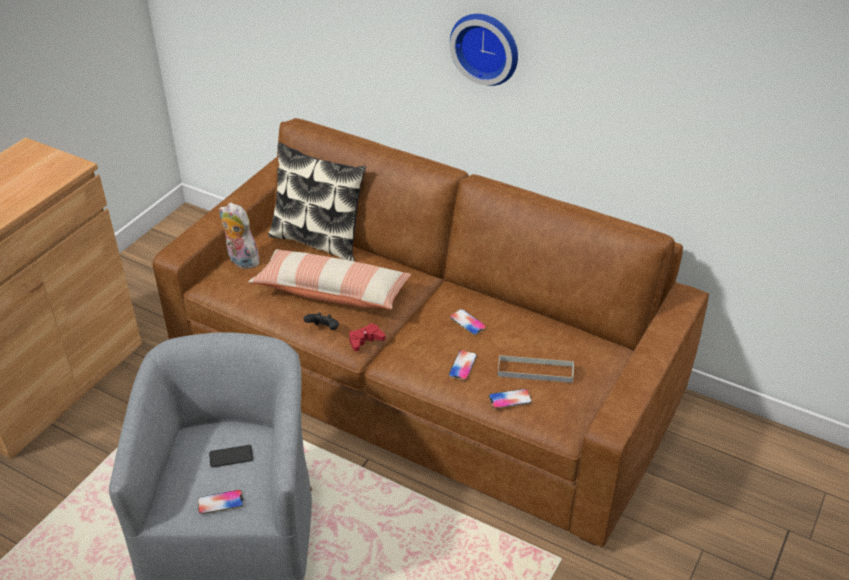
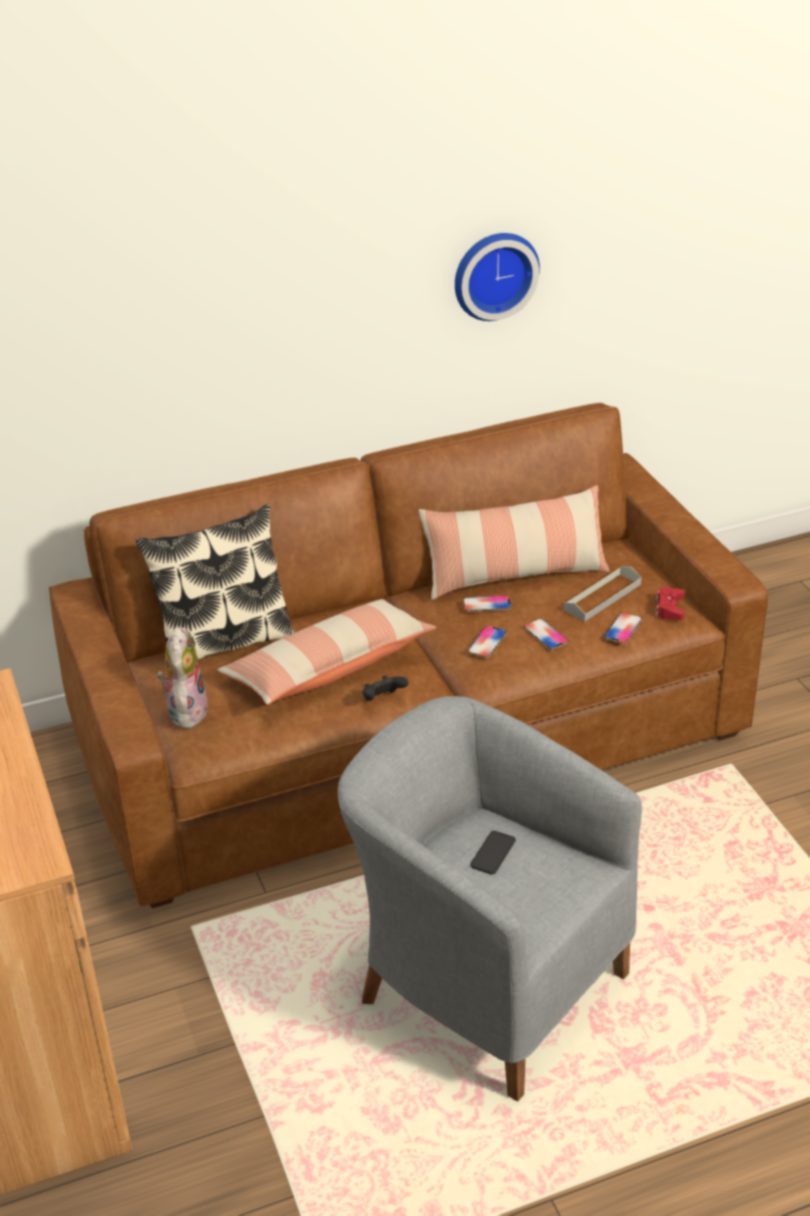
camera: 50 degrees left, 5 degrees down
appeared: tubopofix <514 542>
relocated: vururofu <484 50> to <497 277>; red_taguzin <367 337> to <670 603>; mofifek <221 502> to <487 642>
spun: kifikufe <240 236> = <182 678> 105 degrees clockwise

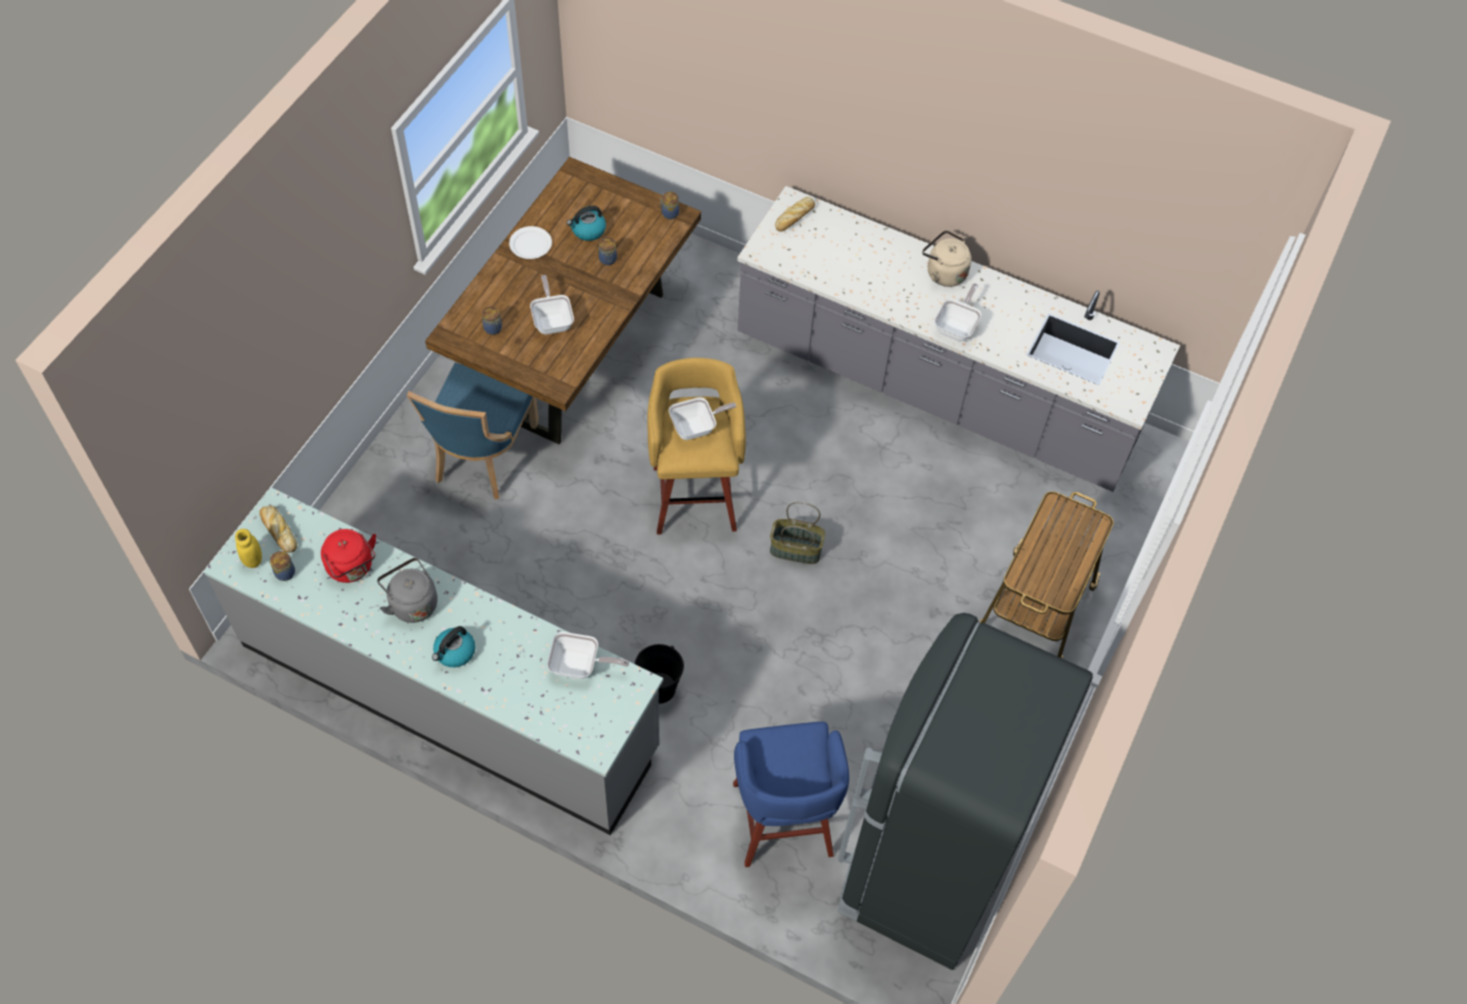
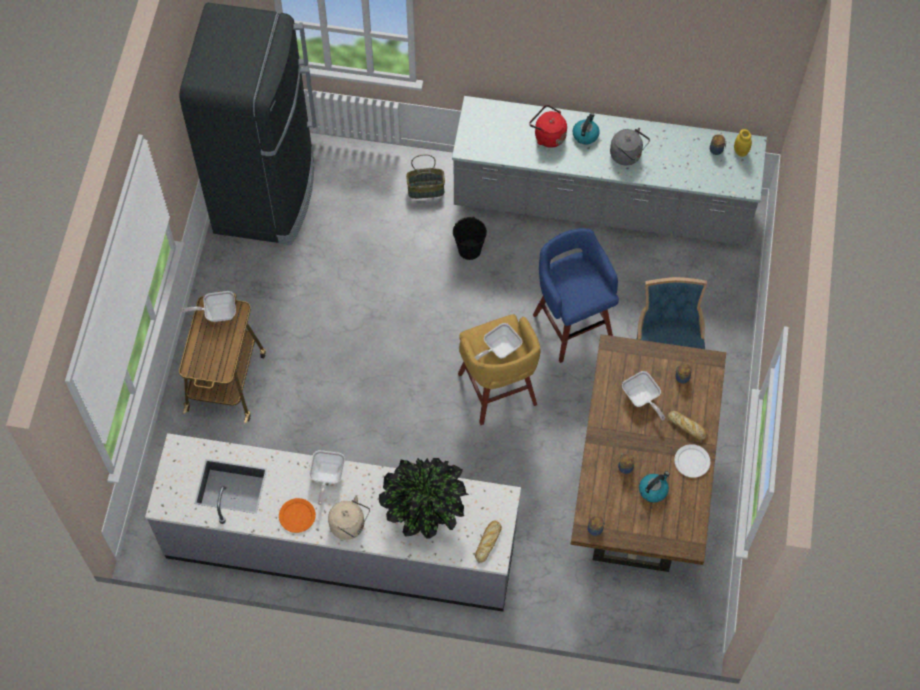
camera: 165 degrees right, 5 degrees up
appeared: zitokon <424 498>; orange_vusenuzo <297 515>
relocated: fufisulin <797 533> to <425 176>; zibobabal <278 529> to <687 425>; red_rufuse <348 556> to <548 126>; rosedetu <588 655> to <208 306>; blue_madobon <791 794> to <576 295>

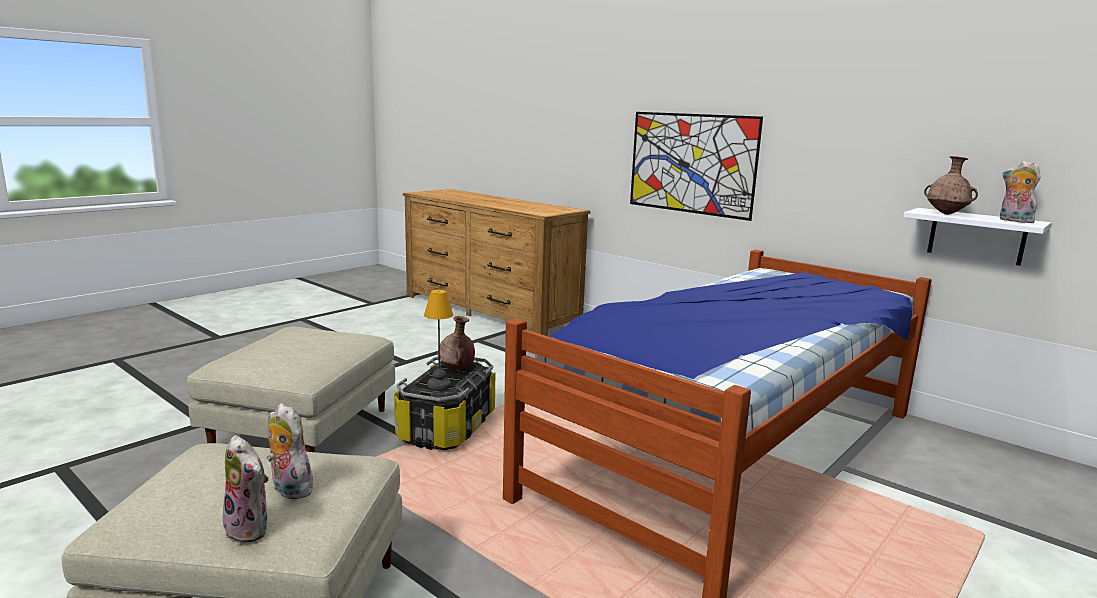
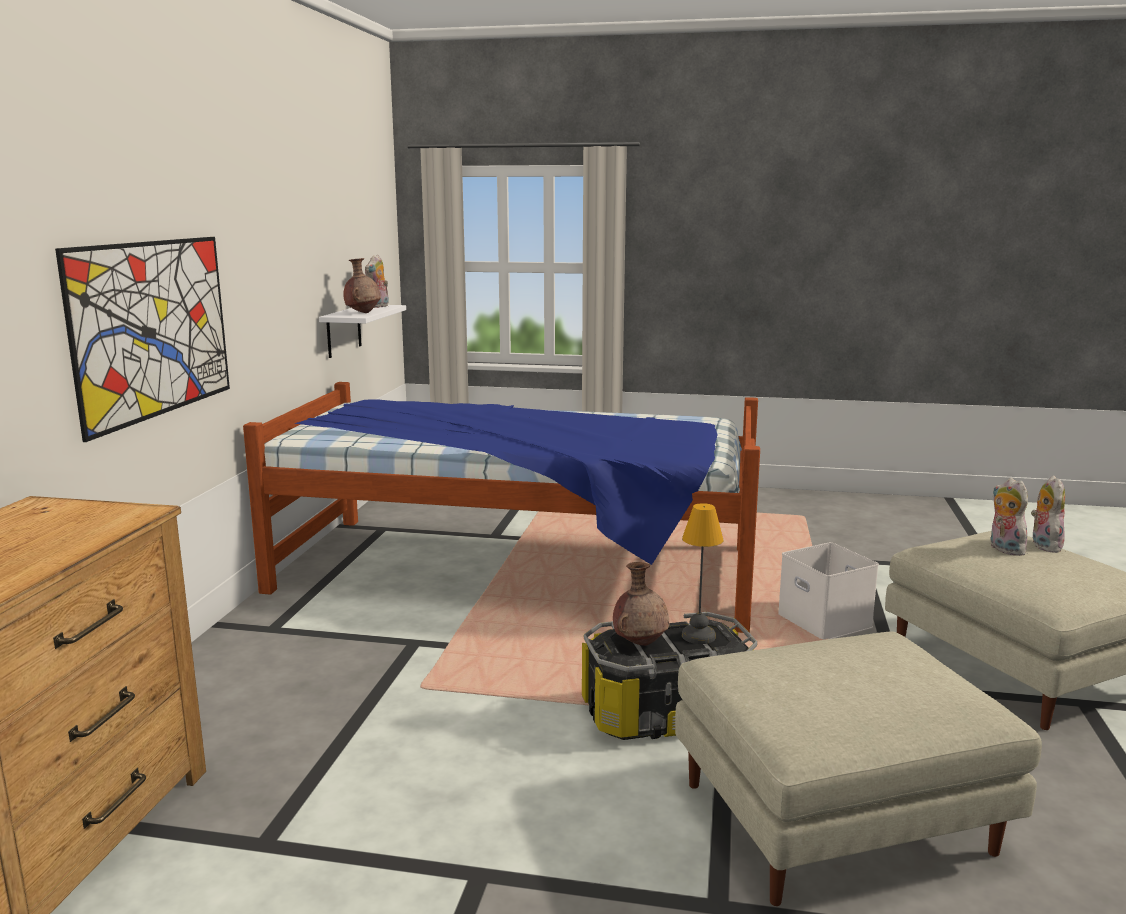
camera: 120 degrees left, 0 degrees up
appeared: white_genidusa <828 590>
spun: kifikufe <290 451> = <1009 517> 150 degrees clockwise

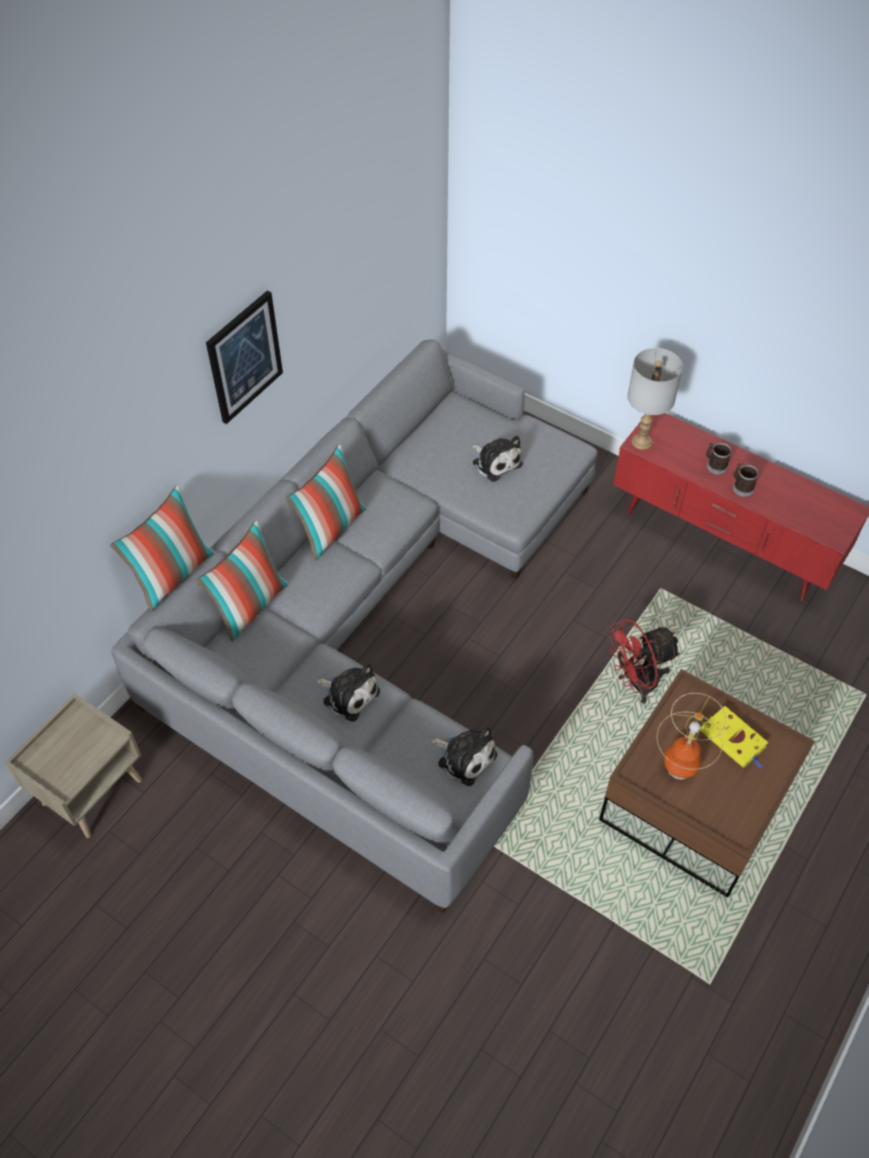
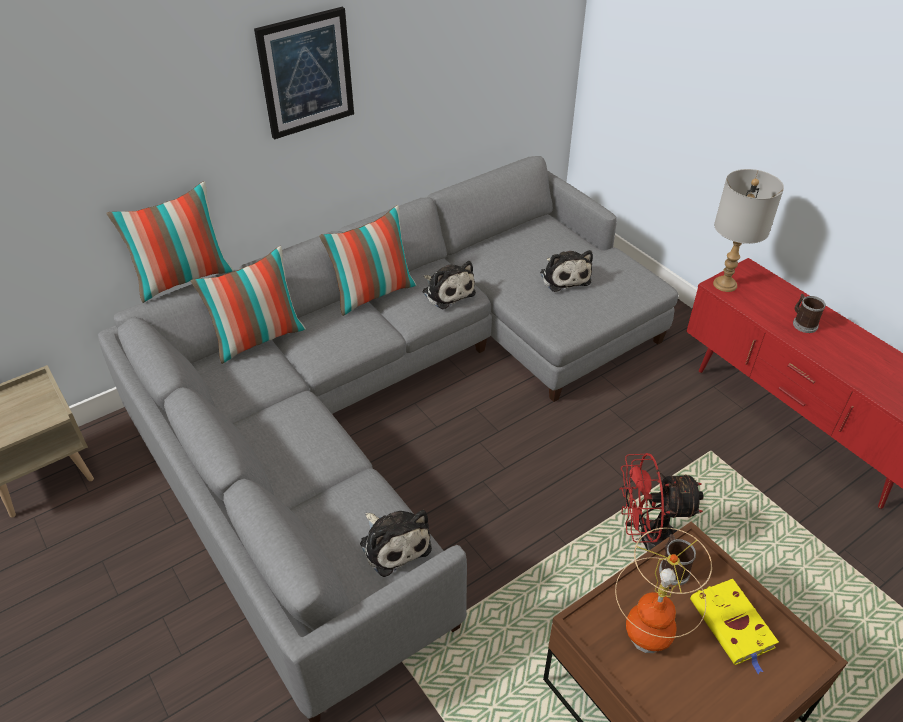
camera: 20 degrees right, 10 degrees down
relocated: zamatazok <746 480> to <677 560>; kifikufe <348 692> to <449 285>

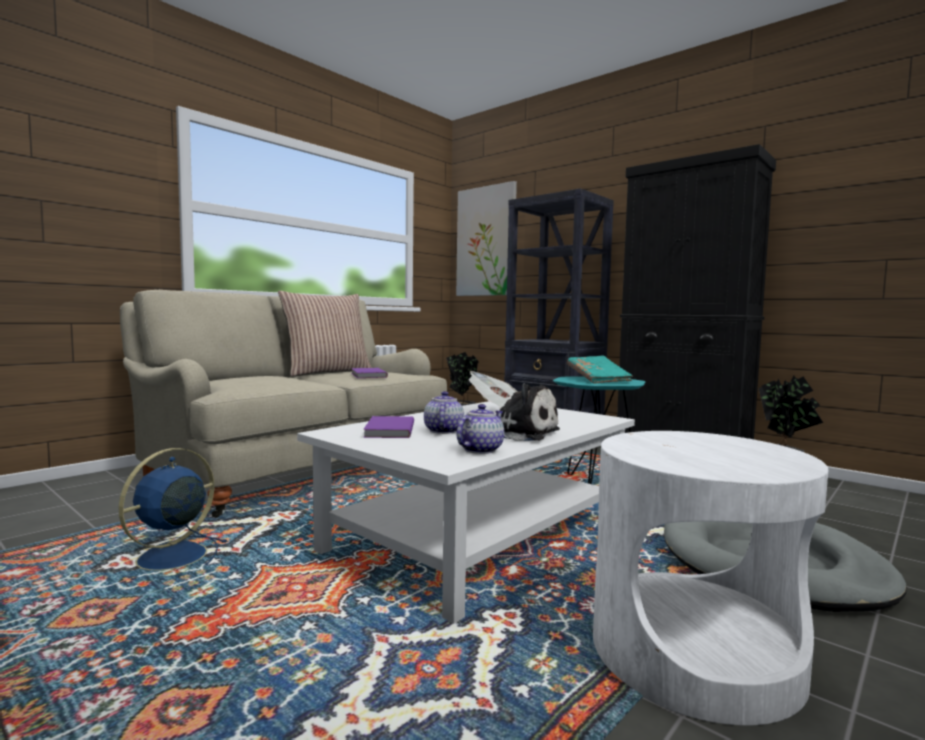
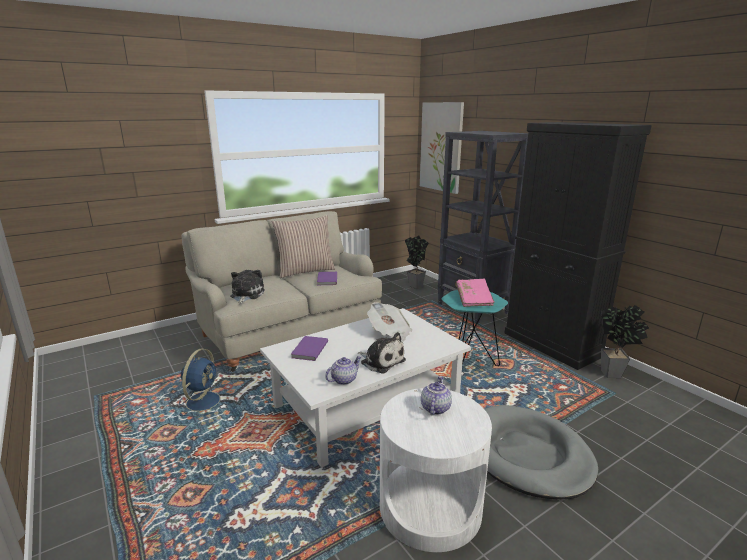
camera: 15 degrees right, 15 degrees up
appeared: kifikufe <247 287>
relocated: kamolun <444 412> to <436 395>
colour: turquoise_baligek <600 369> to pink_baligek <475 292>
spun: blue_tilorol <173 514> = <199 383> 150 degrees clockwise

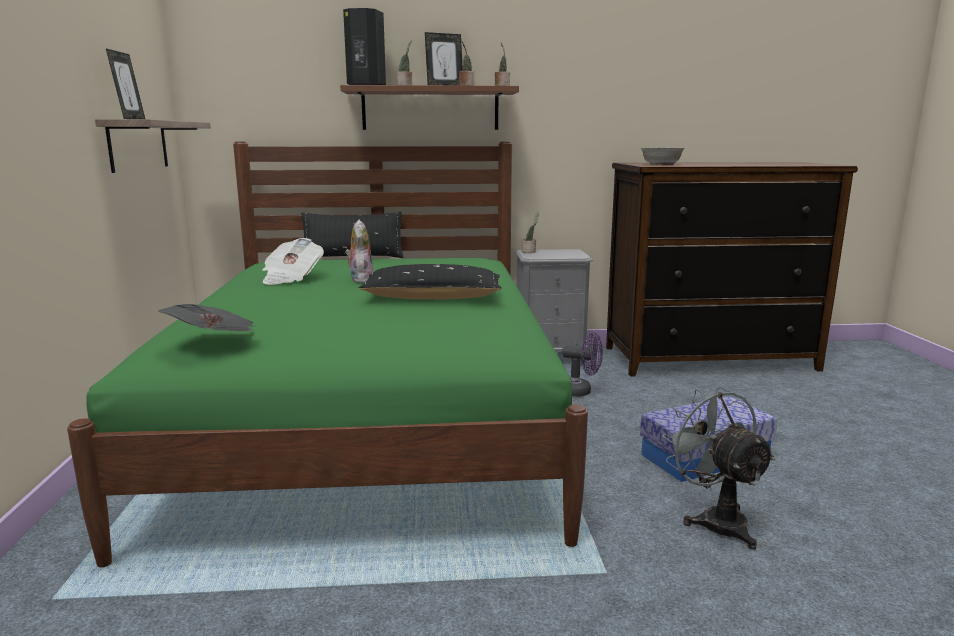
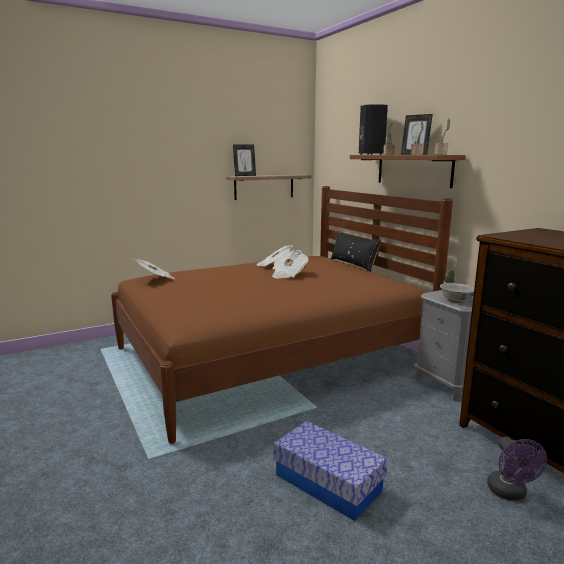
camera: 65 degrees right, 0 degrees up
missing: black_tubopofix <430 281>; grey_tilorol <719 468>
relocated: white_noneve <662 156> to <457 293>; purple_tilorol <582 365> to <517 469>
exchanged: kifikufe <359 251> to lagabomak <290 264>
colour: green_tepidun <327 354> to brown_tepidun <282 315>

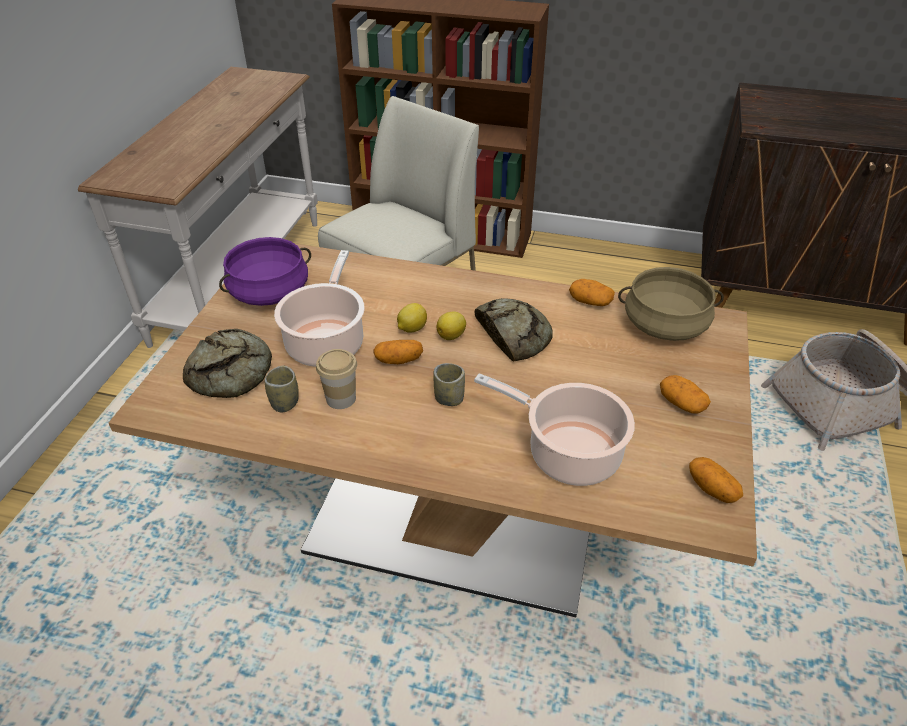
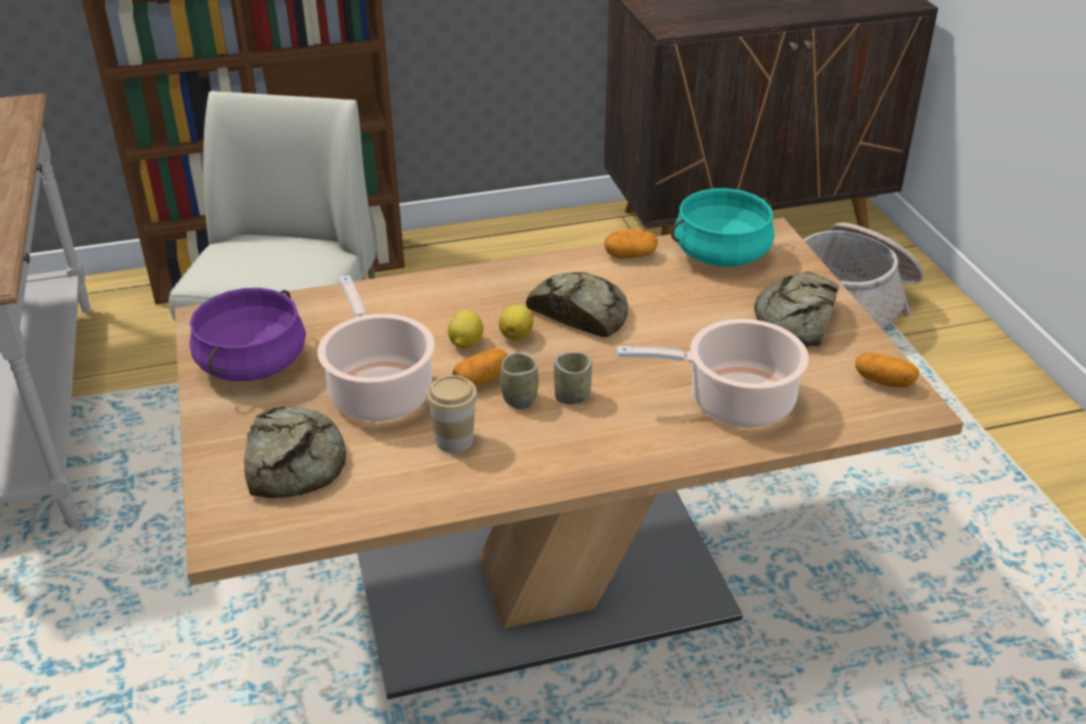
camera: 30 degrees left, 5 degrees down
relocated: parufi <282 389> to <519 381>
exchanged: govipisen <685 394> to zibobabal <796 309>
colour: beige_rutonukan <671 304> to turquoise_rutonukan <723 227>

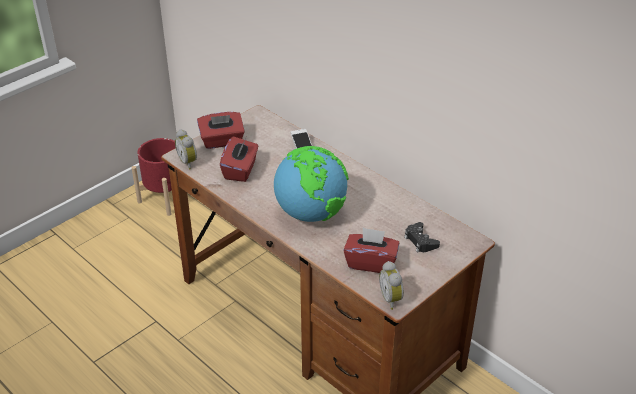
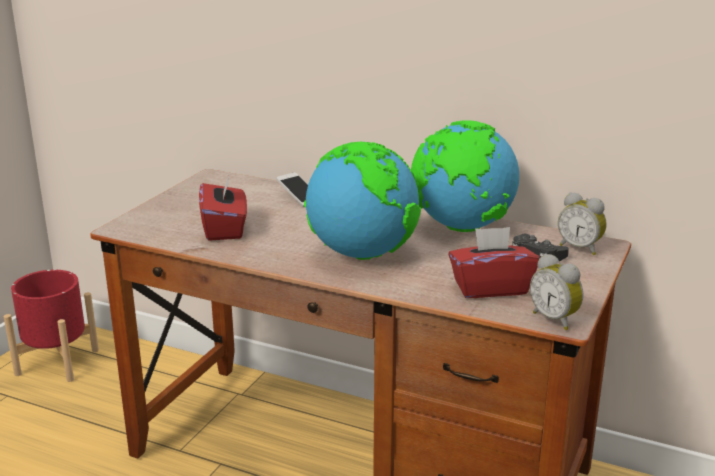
camera: 20 degrees left, 15 degrees down
missing: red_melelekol <221 130>
appeared: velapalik <465 176>
relocated: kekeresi <186 149> to <582 223>

